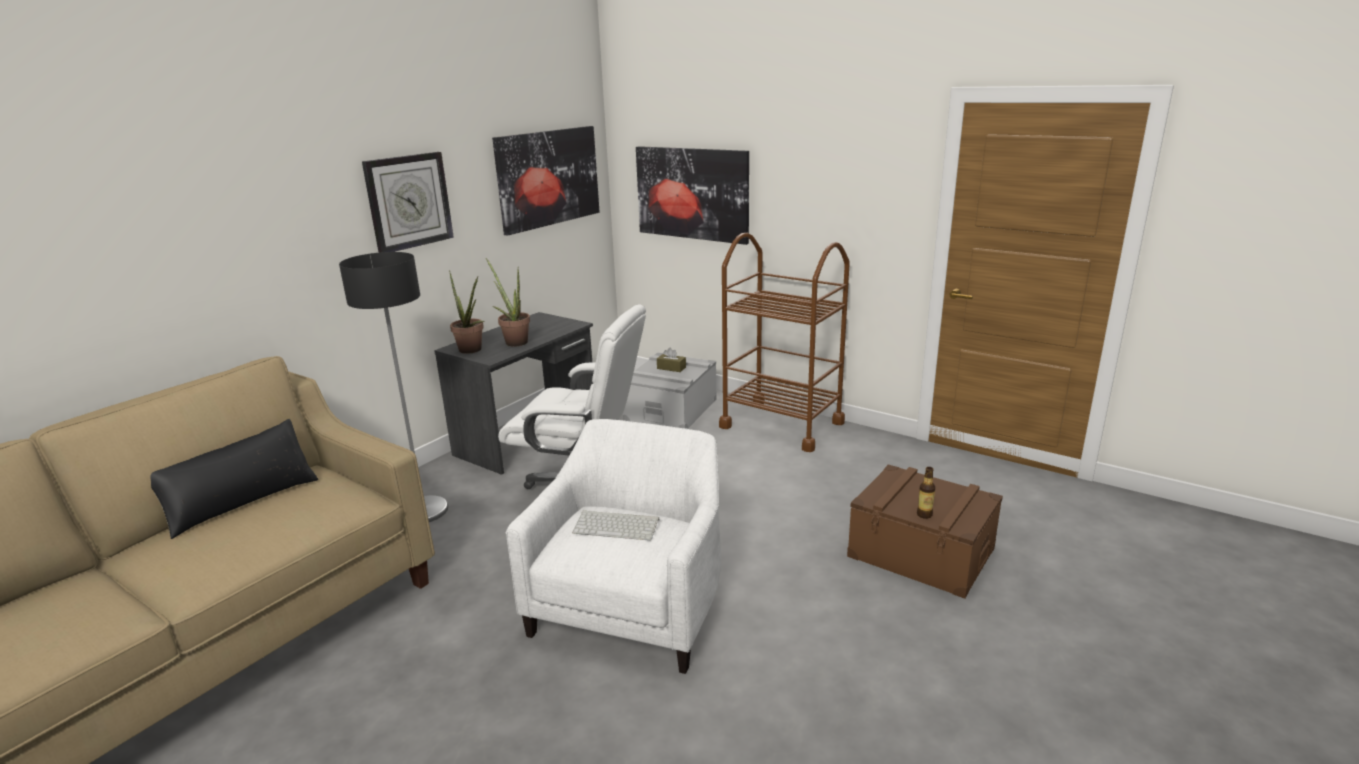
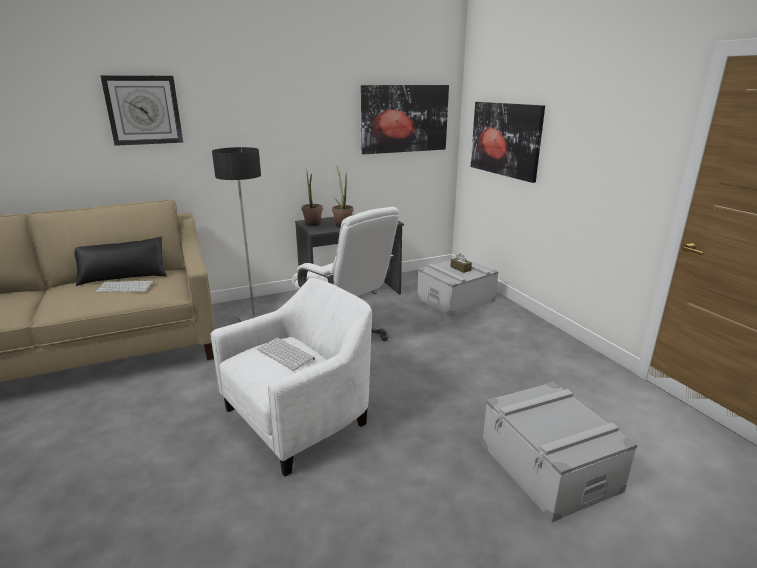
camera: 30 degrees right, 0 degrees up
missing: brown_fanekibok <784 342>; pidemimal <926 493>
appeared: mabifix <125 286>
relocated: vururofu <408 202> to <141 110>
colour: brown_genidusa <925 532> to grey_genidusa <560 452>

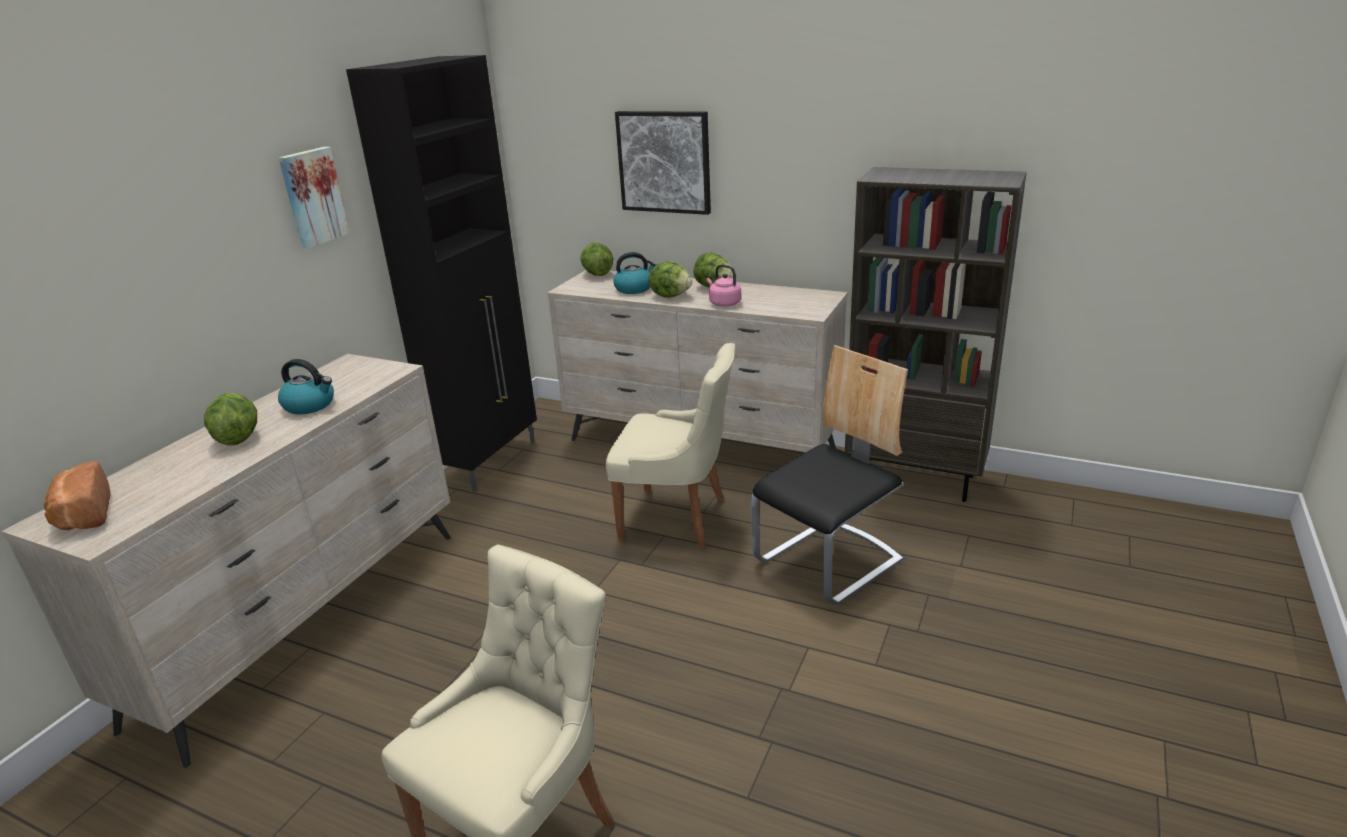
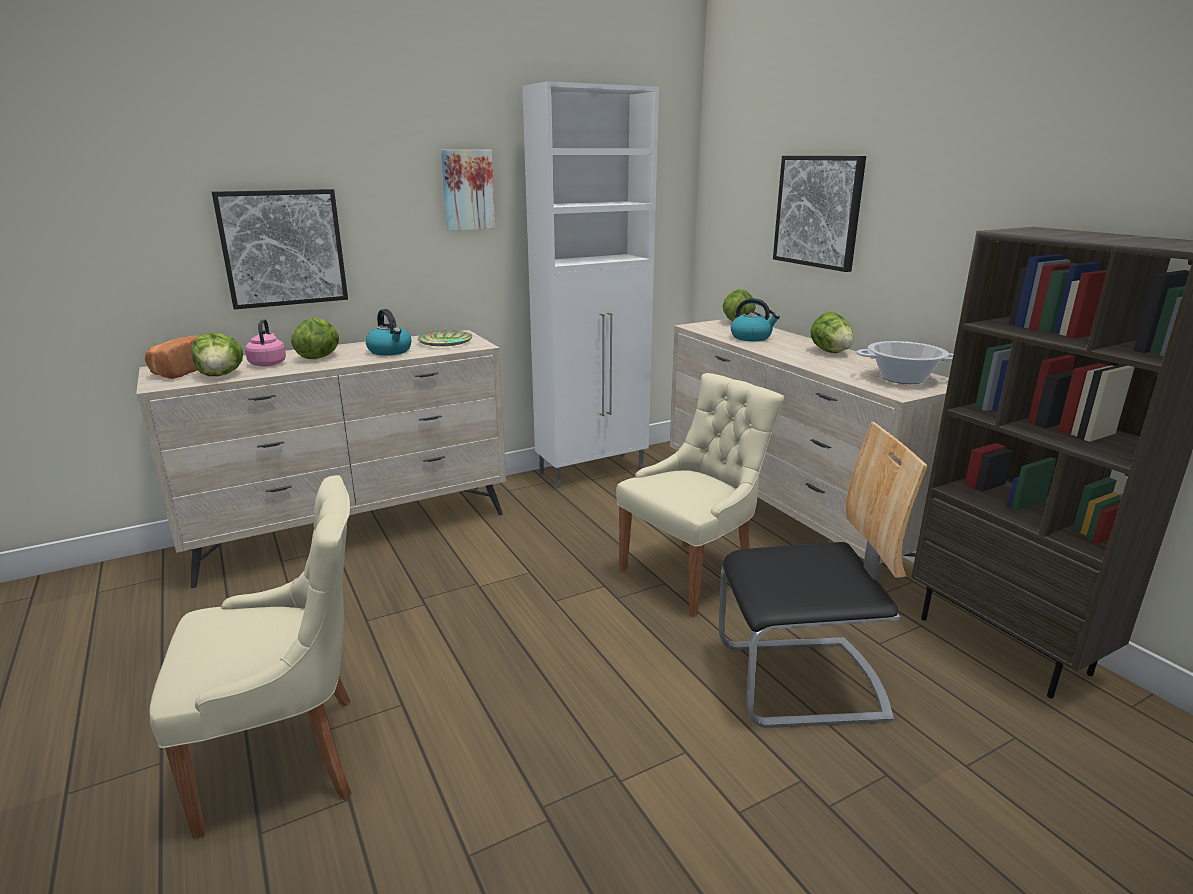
camera: 35 degrees right, 5 degrees down
appeared: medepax <280 249>; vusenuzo <445 338>; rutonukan <904 362>
relocated: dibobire <670 279> to <217 354>; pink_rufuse <723 285> to <265 342>
colour: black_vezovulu <441 273> to white_vezovulu <590 285>
spun: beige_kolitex <670 446> = <700 495> 90 degrees counterclockwise

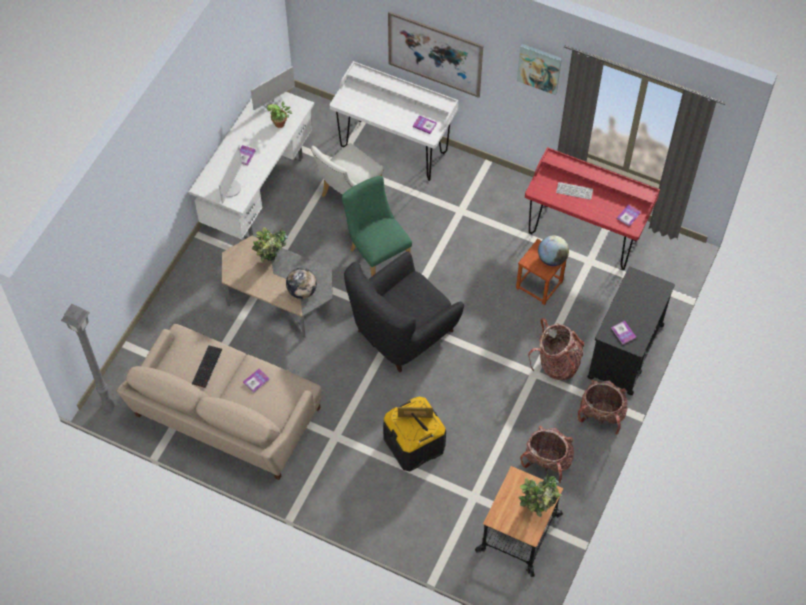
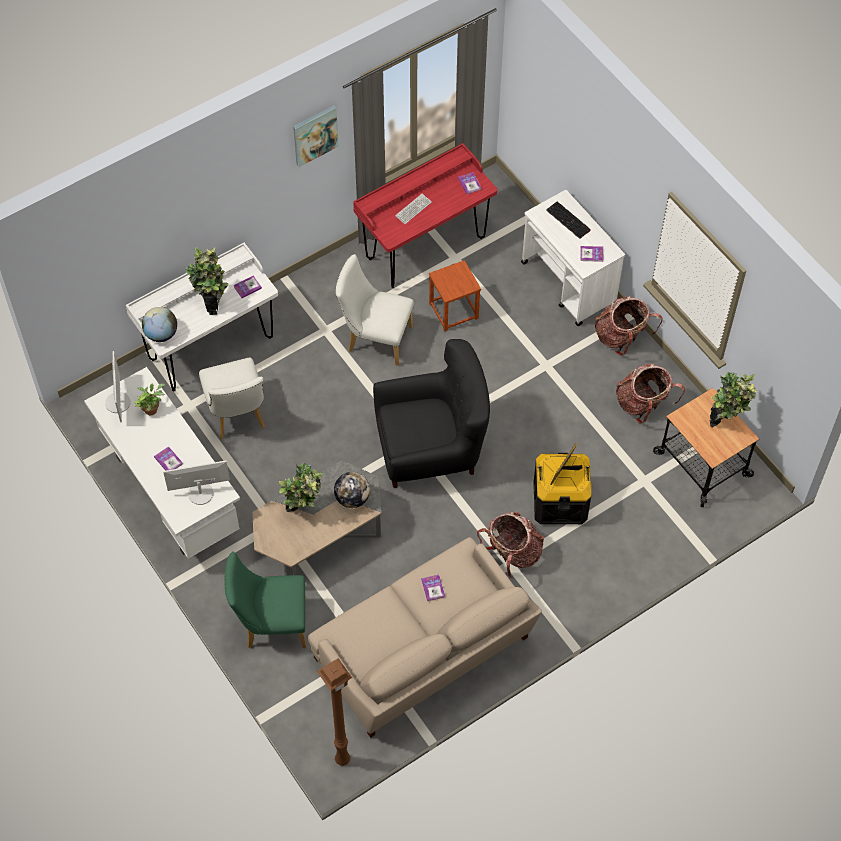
camera: 60 degrees left, 0 degrees up
missing: medepax <435 54>
appeared: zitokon <207 281>; white_kolitex <375 310>
relocated: green_kolitex <377 226> to <265 600>; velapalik <553 250> to <159 324>; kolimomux <556 349> to <510 544>; mabifix <207 366> to <568 220>
colour: black_fanekibok <631 330> to white_fanekibok <573 258>; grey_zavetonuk <88 357> to brown_zavetonuk <334 712>
spun: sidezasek <230 174> = <196 483> 60 degrees counterclockwise; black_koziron <404 311> = <431 413> 90 degrees counterclockwise

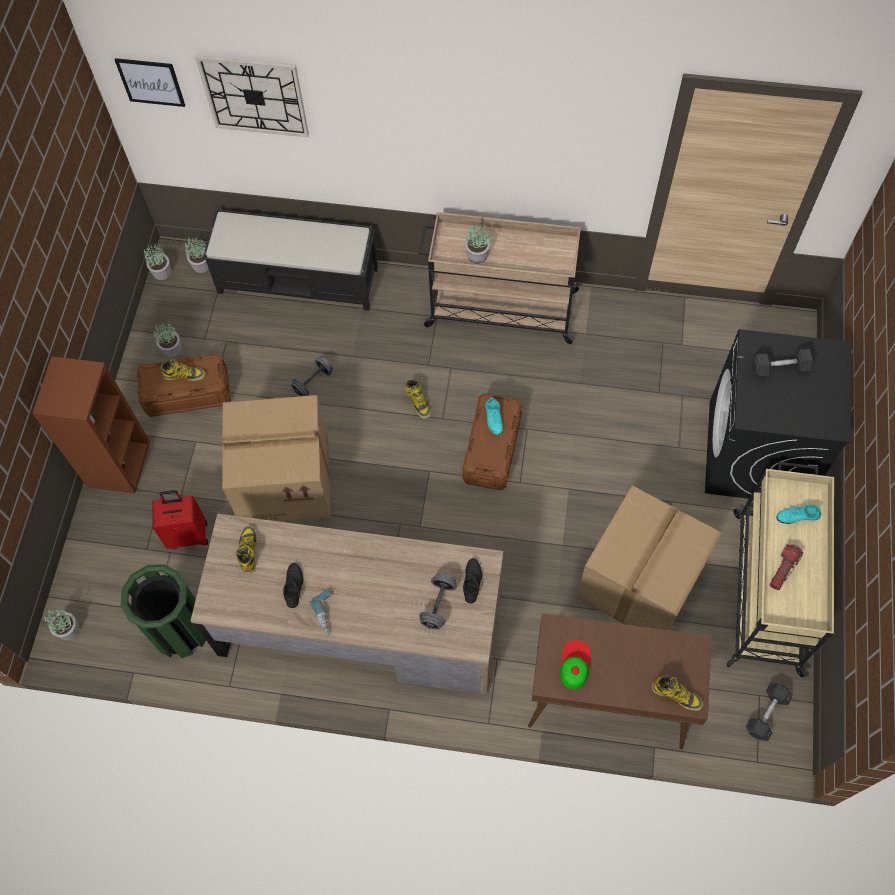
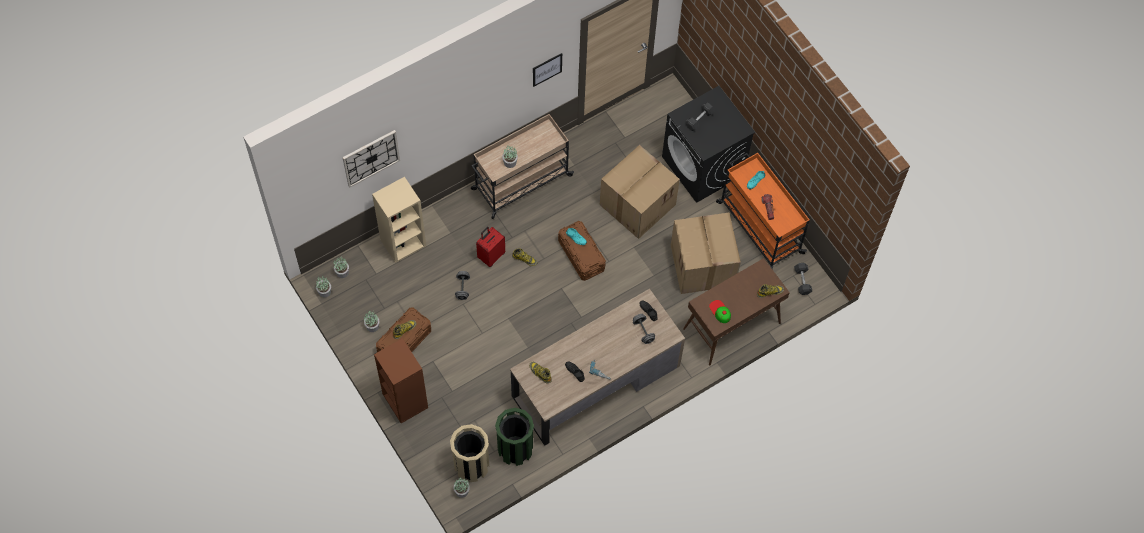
camera: 45 degrees left, 0 degrees up
appeared: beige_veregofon <469 453>
relocated: medepax <150 82> to <547 70>; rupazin <276 458> to <640 192>; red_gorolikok <180 519> to <490 247>
exchanged: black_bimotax <290 260> to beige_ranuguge <399 220>
colour: beige_fanekibok <780 569> to orange_fanekibok <763 210>

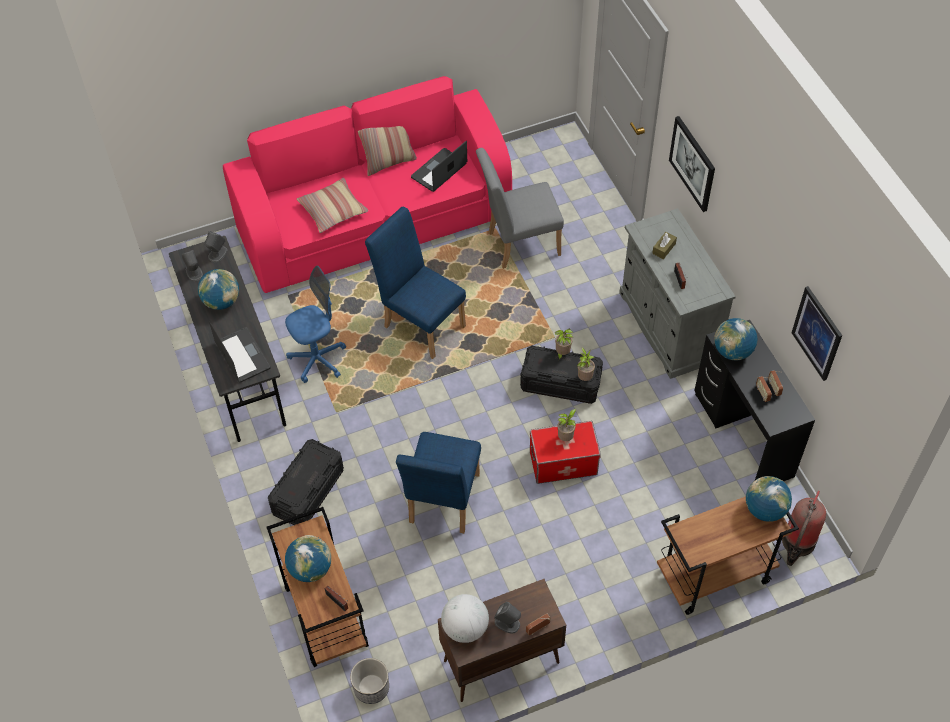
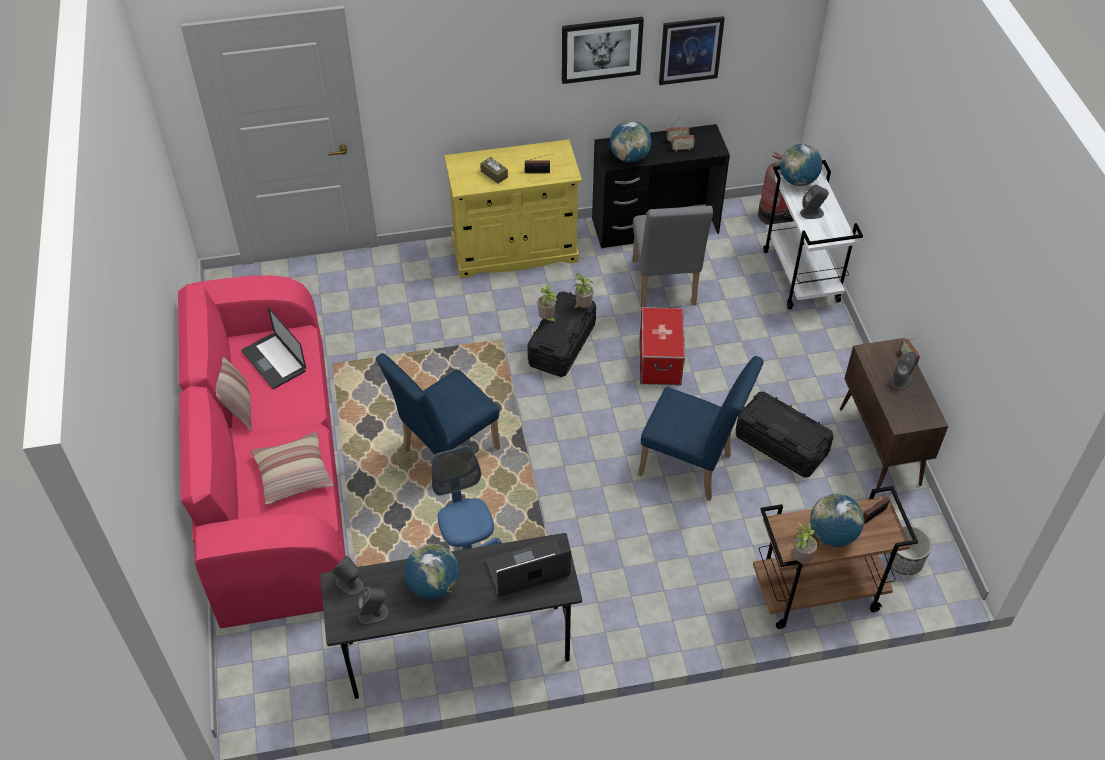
camera: 80 degrees left, 5 degrees down
missing: velapalik <465 618>
appeared: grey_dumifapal <814 202>
relocated: medepax <692 164> to <603 50>; grey_kolitex <520 208> to <673 256>; zitokon <567 425> to <804 542>; black_genidusa <306 482> to <785 434>
colour: grey_vezovulu <677 293> to yellow_vezovulu <513 209>; brown_fanekibok <728 555> to white_fanekibok <813 235>

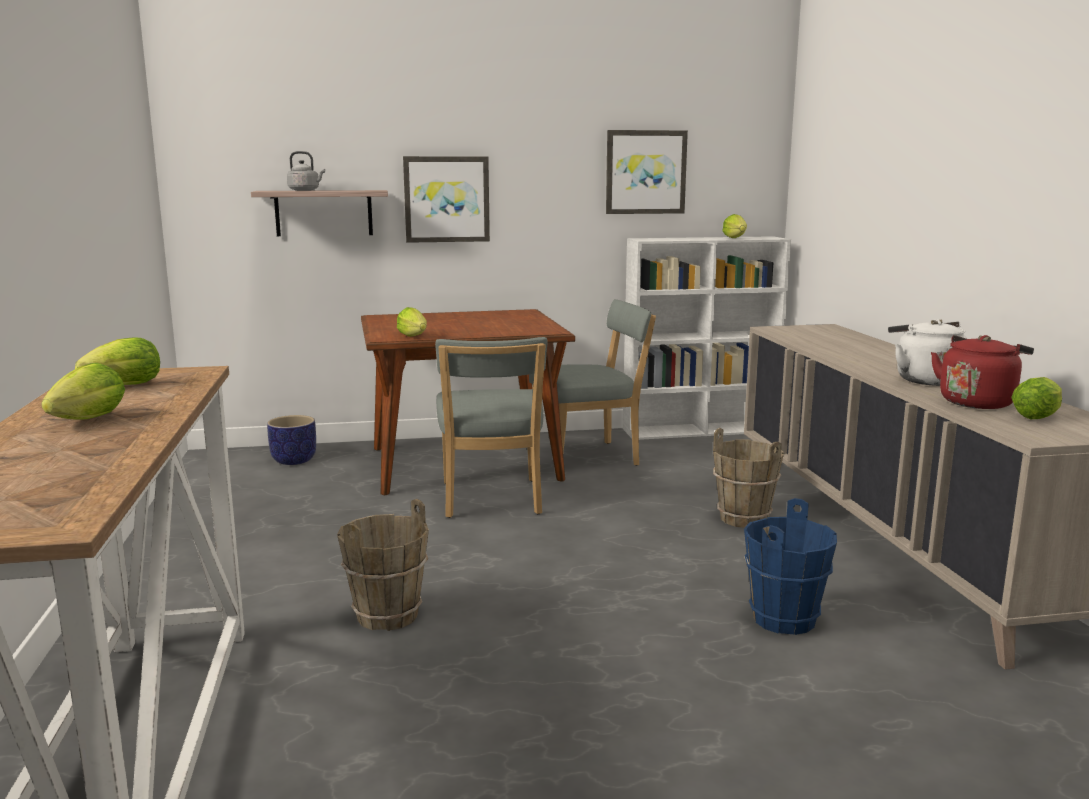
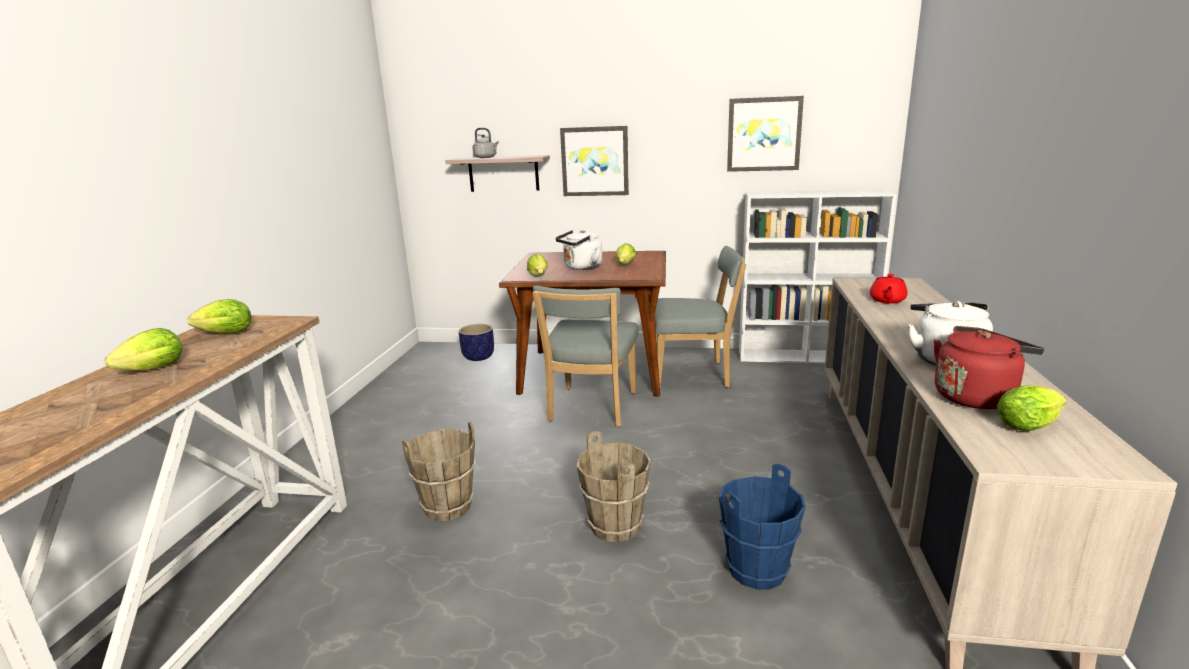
camera: 20 degrees right, 5 degrees up
appeared: white_rufuse <578 250>; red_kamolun <889 289>
relocated: dibobire <734 226> to <625 254>; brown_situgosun <748 478> to <614 486>

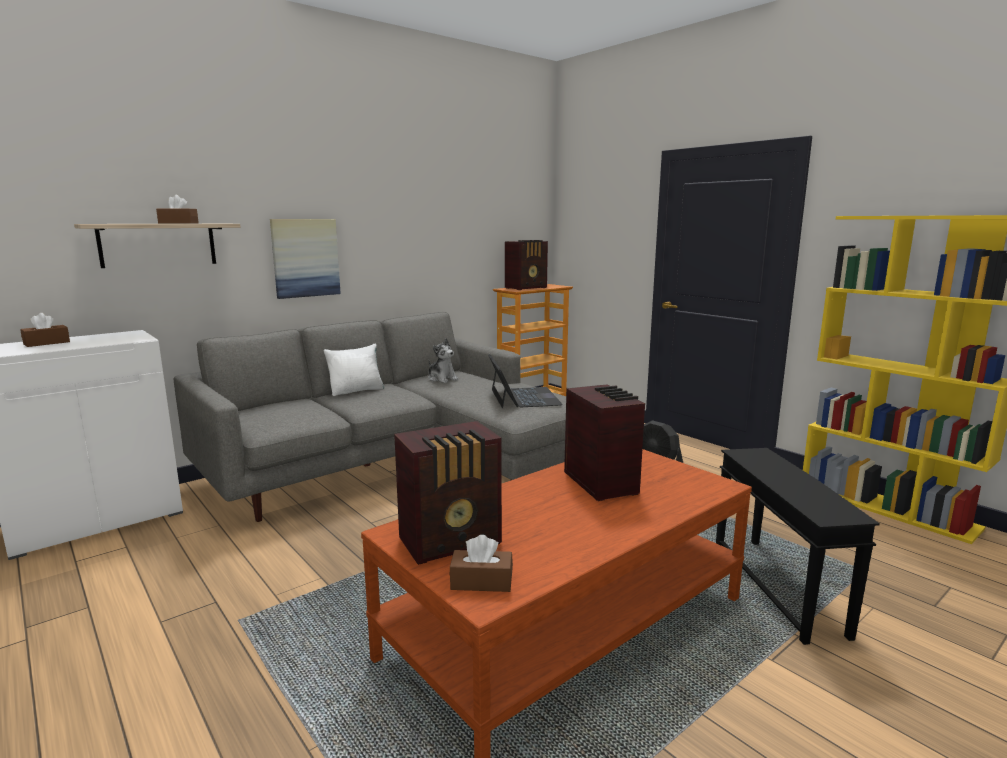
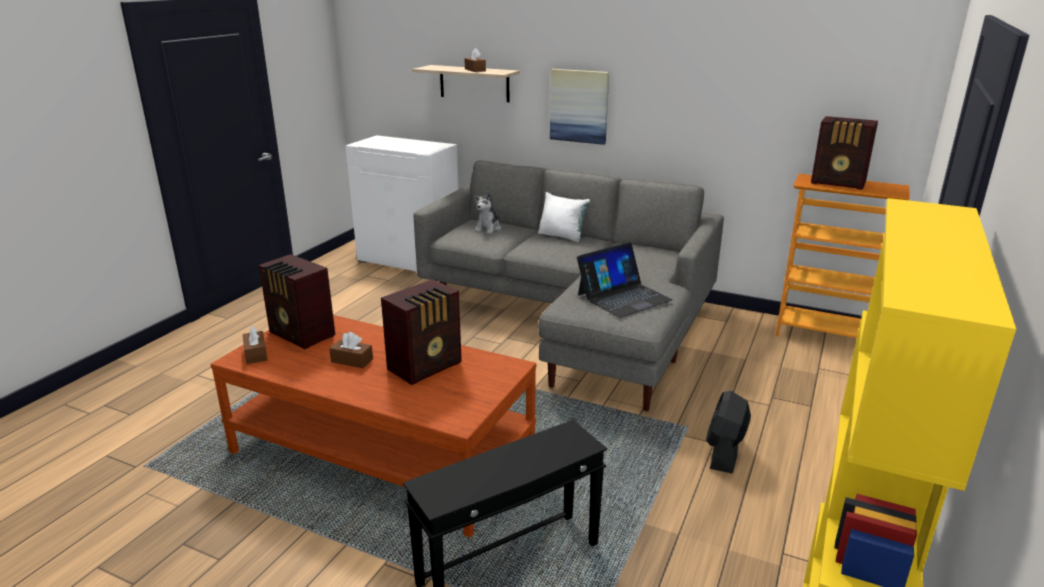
camera: 65 degrees right, 10 degrees up
relocated: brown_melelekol <45 330> to <351 350>; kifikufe <443 360> to <487 212>

